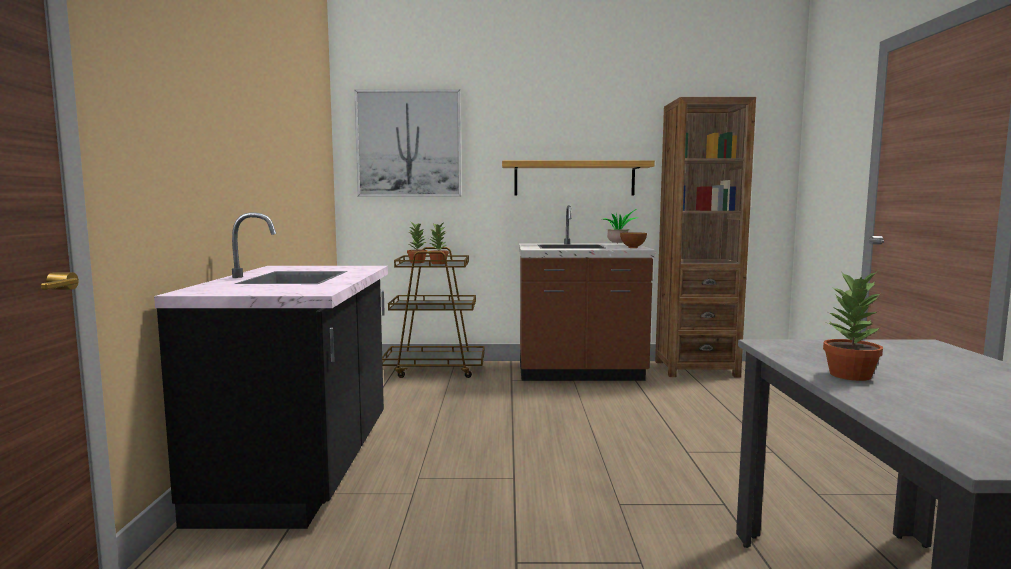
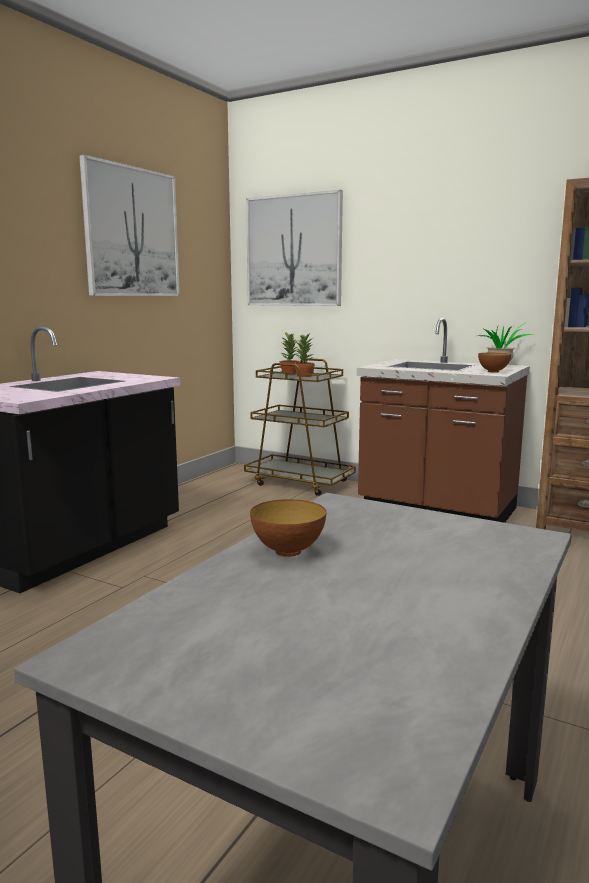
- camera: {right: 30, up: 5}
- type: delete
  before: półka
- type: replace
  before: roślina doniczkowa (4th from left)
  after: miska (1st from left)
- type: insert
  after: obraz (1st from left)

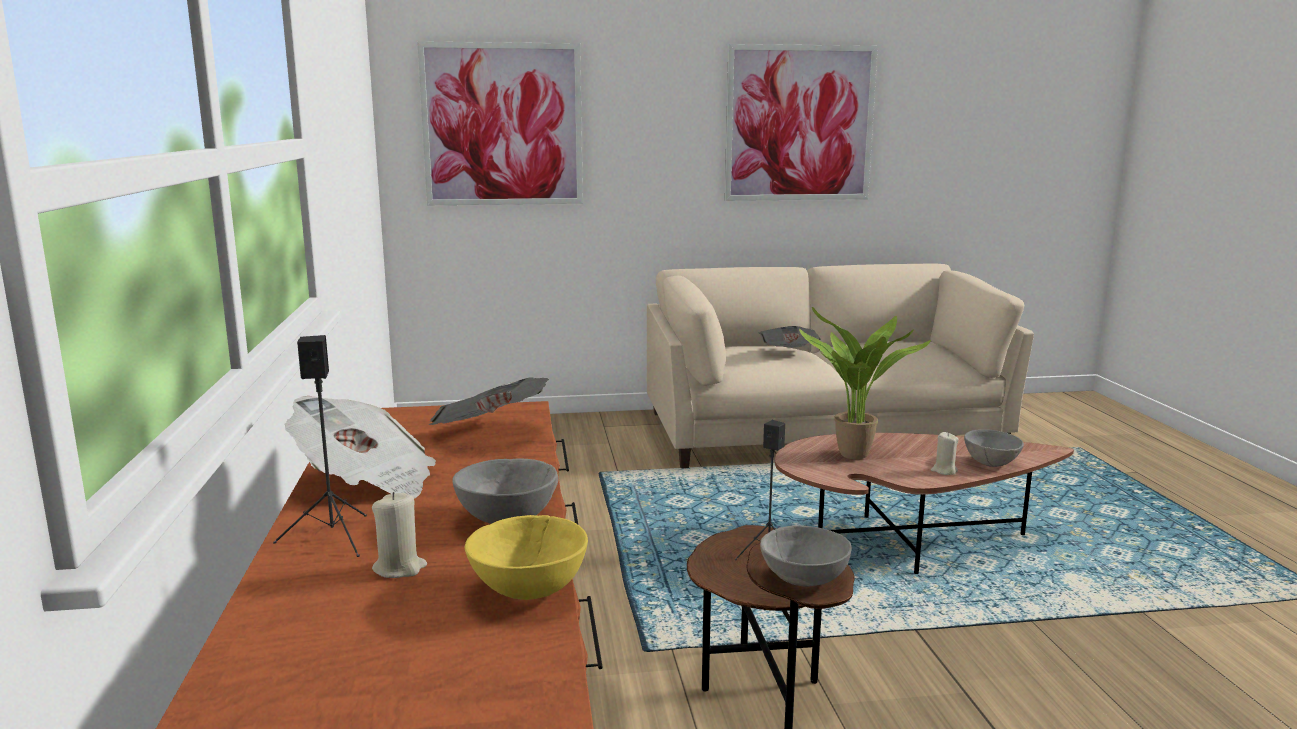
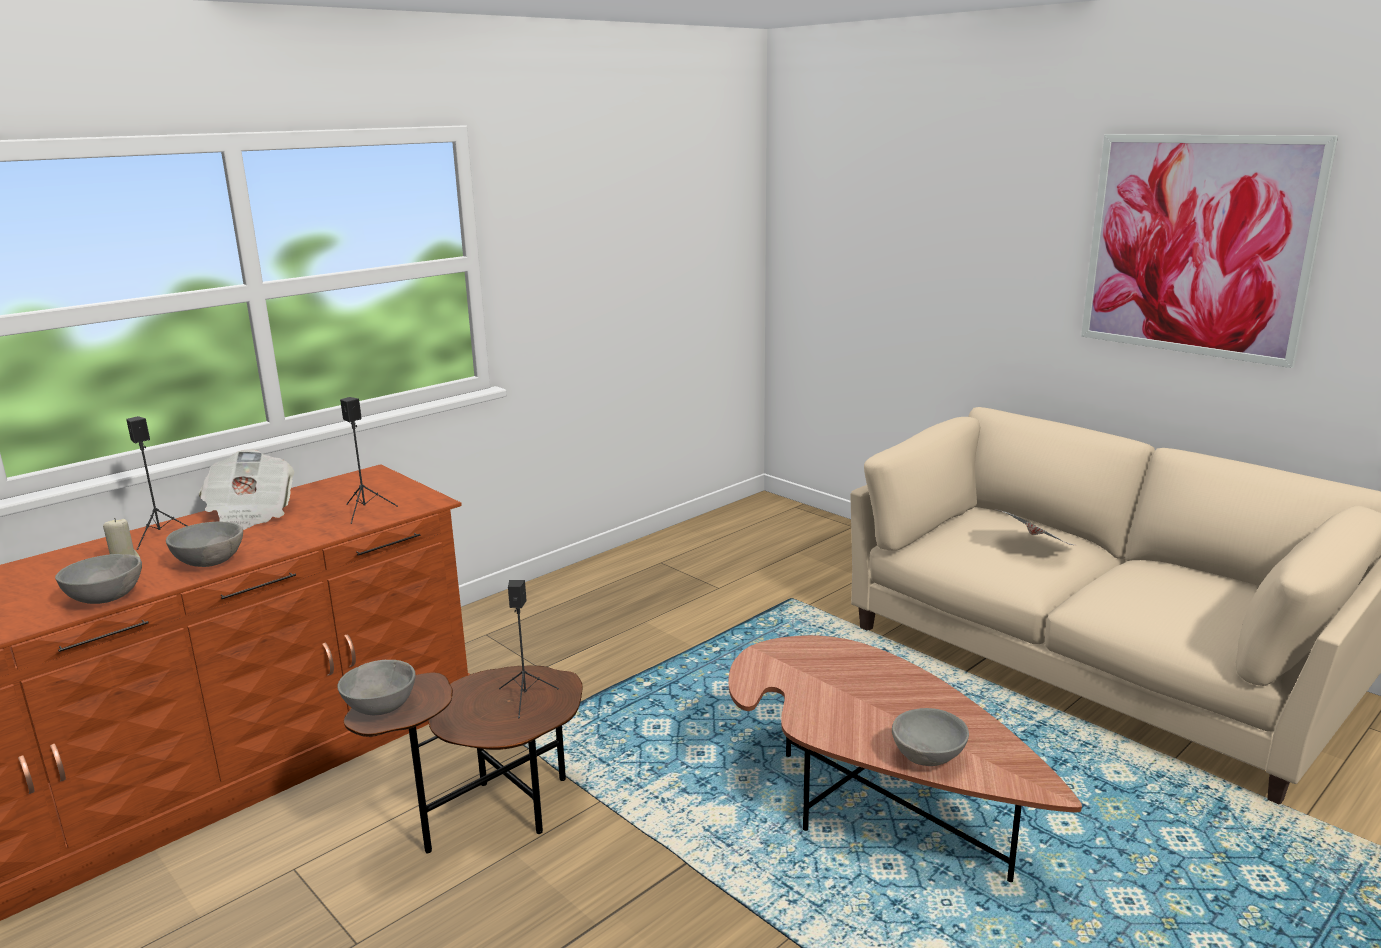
- camera: {right: 55, up: 5}
- type: delete
  before: obraz (1st from left)
- type: replace
  before: gazeta (2nd from left)
  after: głośnik [czarny] (2nd from left)
- type: recolor
  before: miska [żółty]
  after: miska [szary] (1st from left)
- type: delete
  before: roślina doniczkowa
- type: delete
  before: świeca [beżowy] (2nd from left)

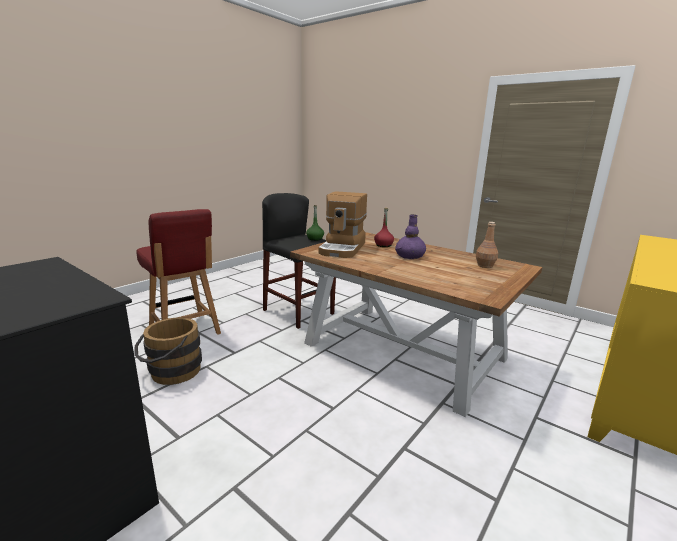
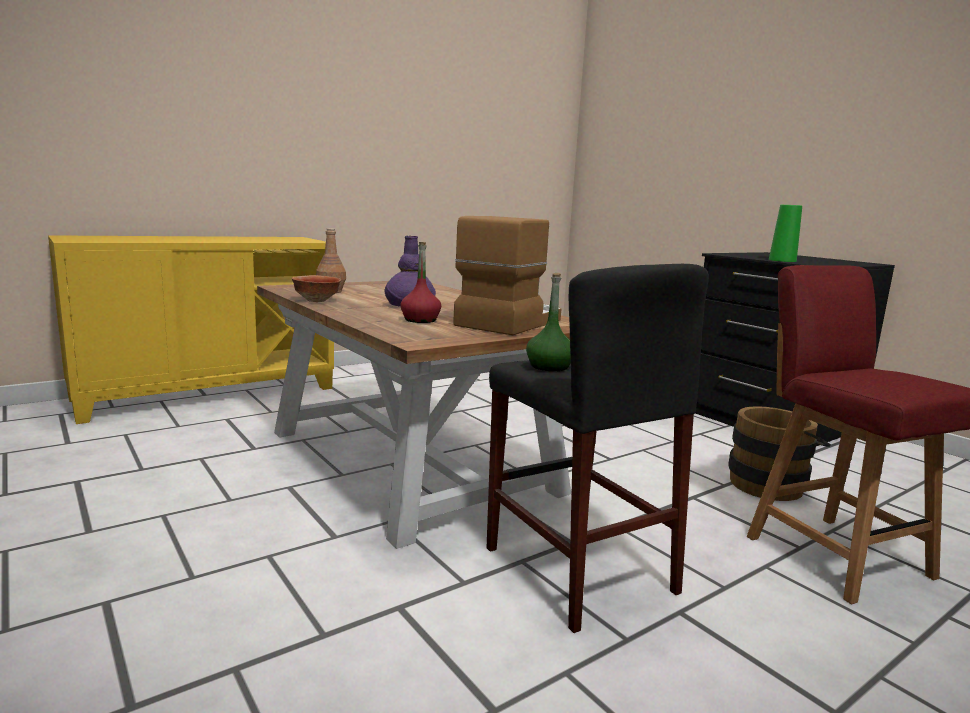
- camera: {right: -165, up: -5}
- type: insert
  after: miska
- type: insert
  after: wazon [zielony]

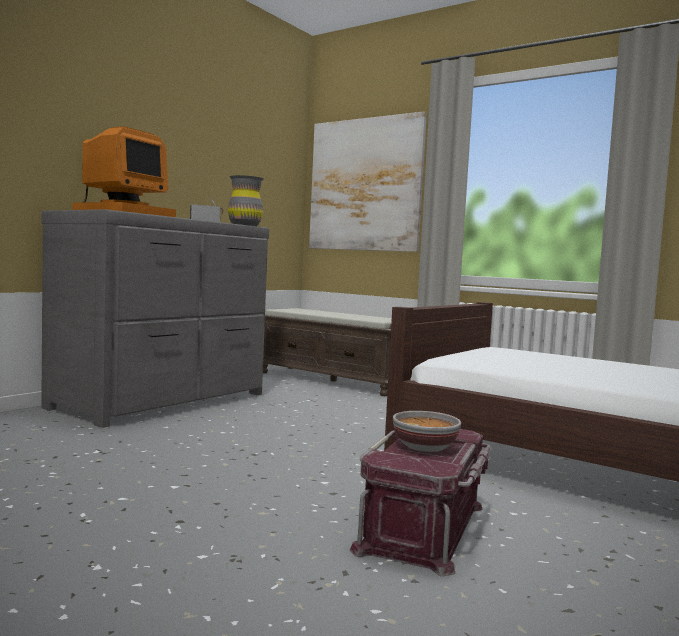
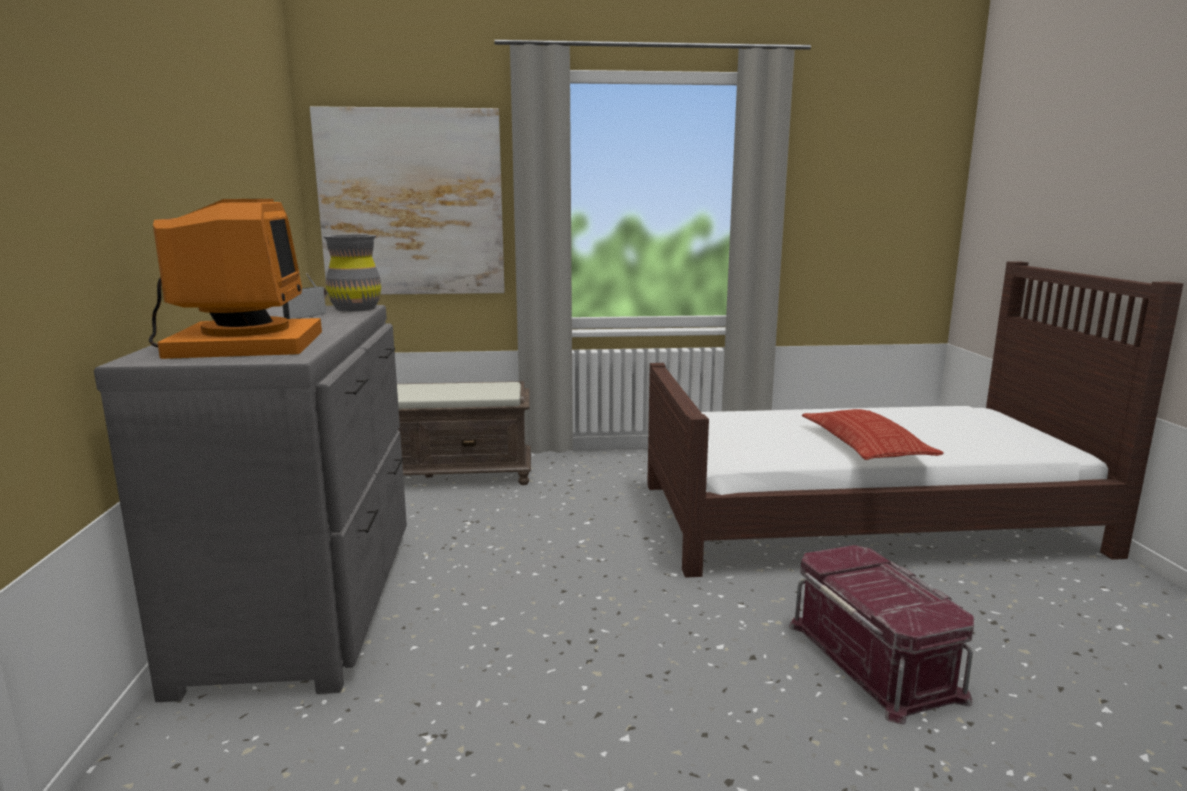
- camera: {right: -40, up: 10}
- type: delete
  before: miska
- type: insert
  after: poduszka

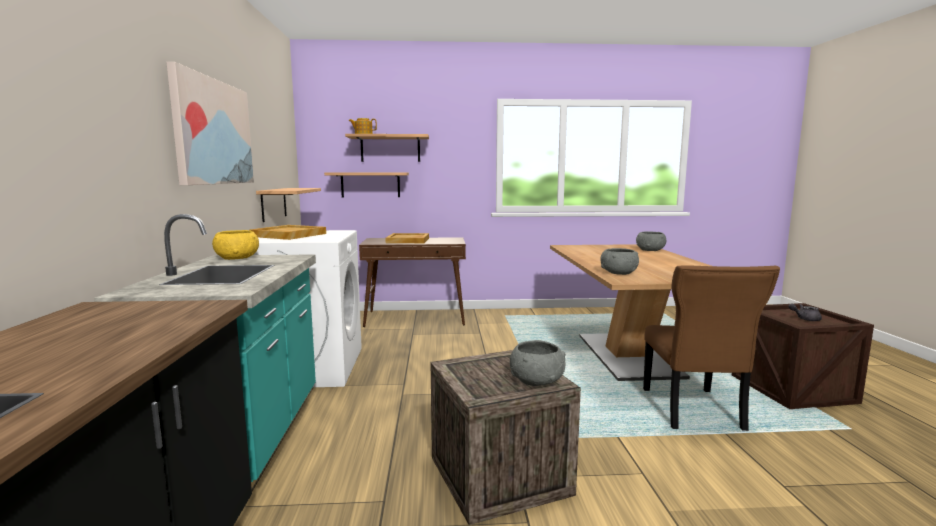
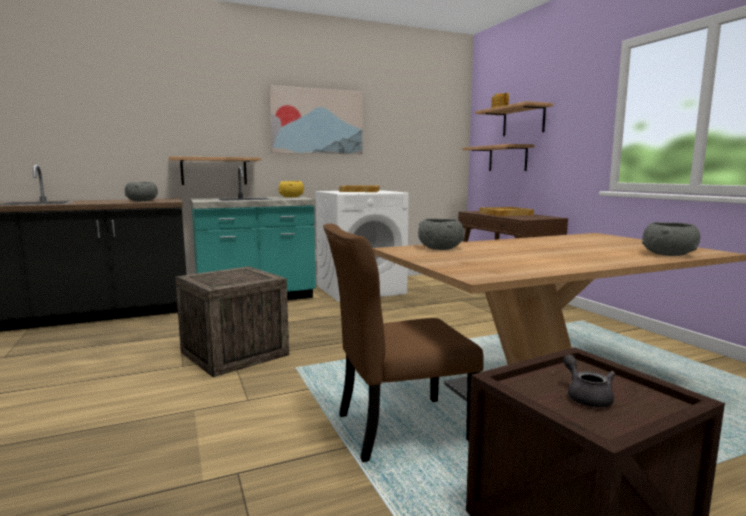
- camera: {right: 70, up: 0}
- type: move
  before: półka (1st from left)
- type: move
  before: miska [szary] (1st from left)

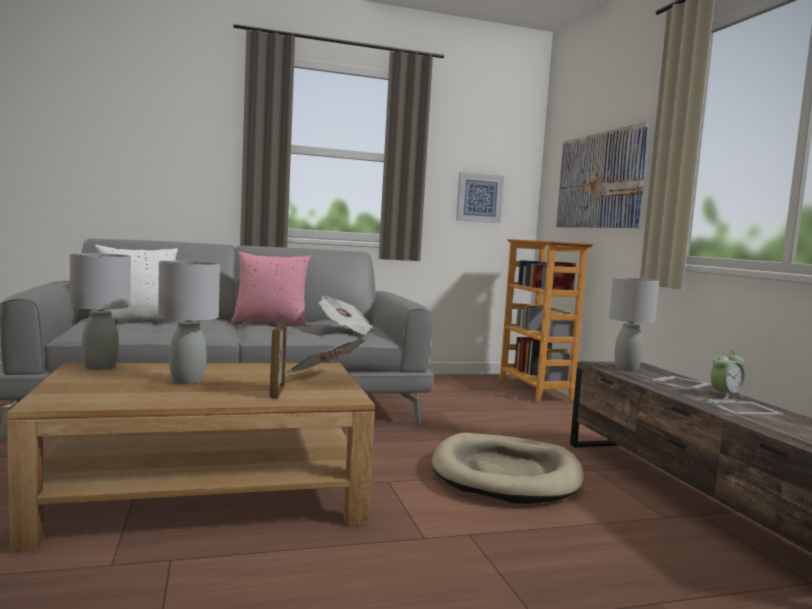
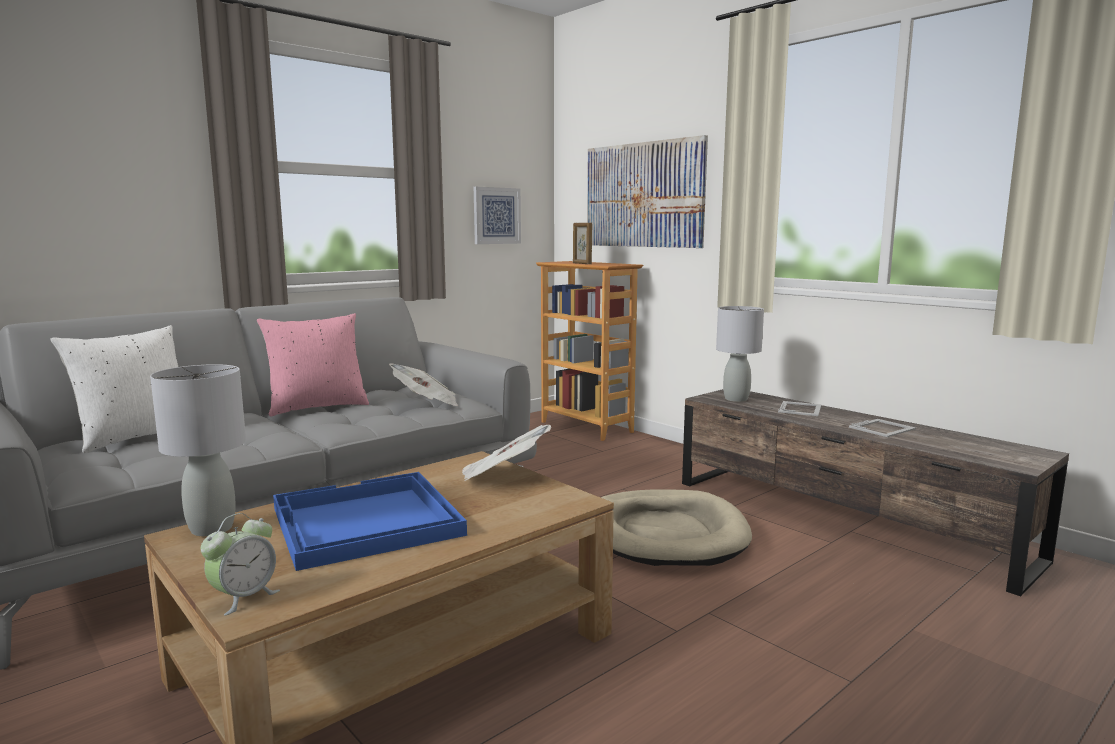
- camera: {right: -25, up: 5}
- type: replace
  before: lampa stołowa [szary] (2nd from left)
  after: taca [niebieski]
- type: move
  before: ramka na zdjęcie (1st from left)
- type: move
  before: budzik

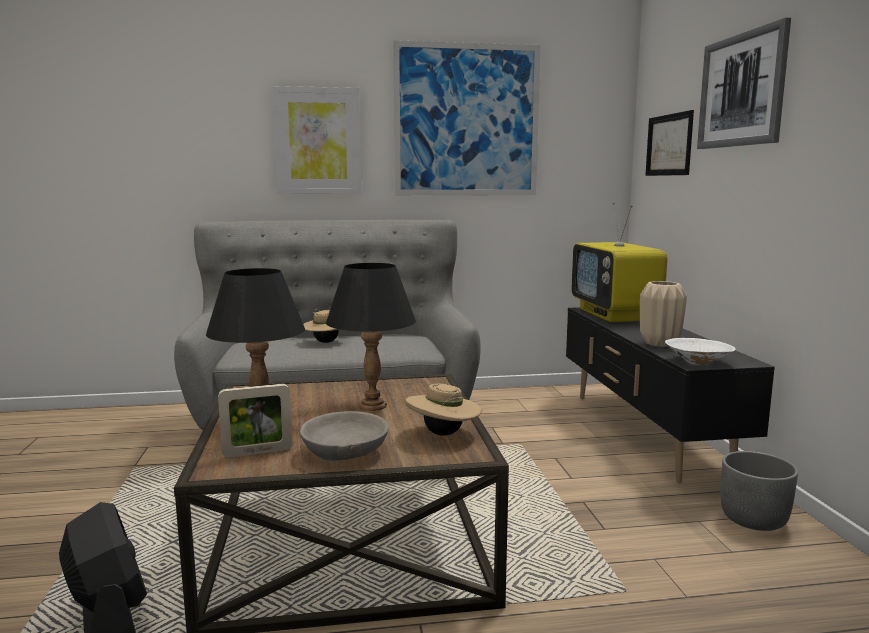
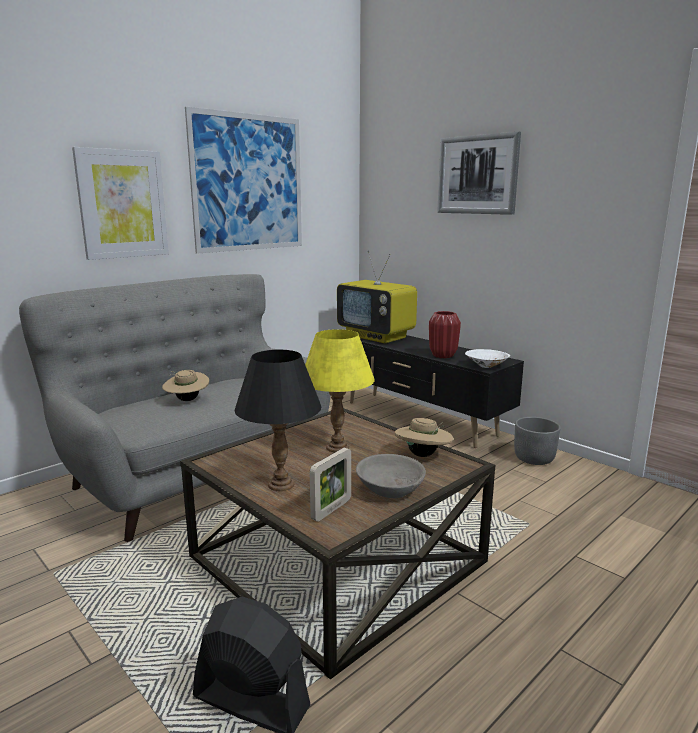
- camera: {right: -35, up: 5}
- type: recolor
  before: lampa stołowa [czarny] (2nd from left)
  after: lampa stołowa [żółty]
- type: recolor
  before: wazon [beżowy]
  after: wazon [czerwony]
- type: delete
  before: obraz (3rd from left)

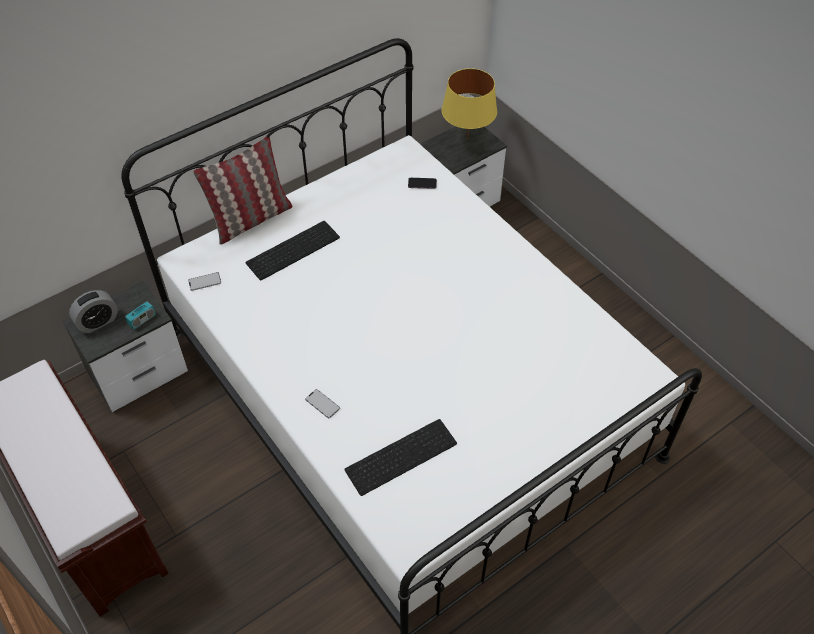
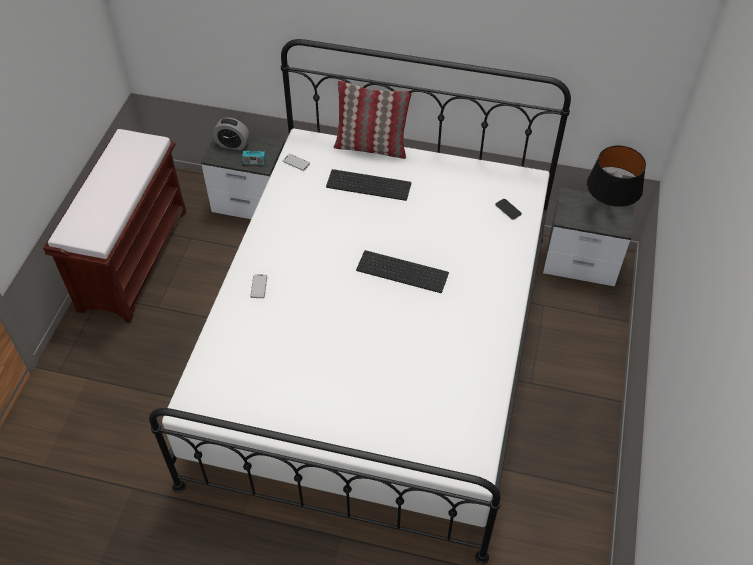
- camera: {right: 50, up: 0}
- type: move
  before: klawiatura (2nd from left)
- type: recolor
  before: lampa stołowa [żółty]
  after: lampa stołowa [czarny]

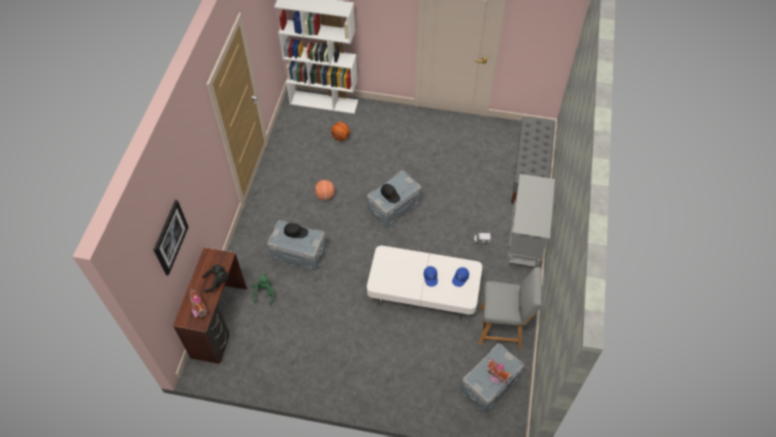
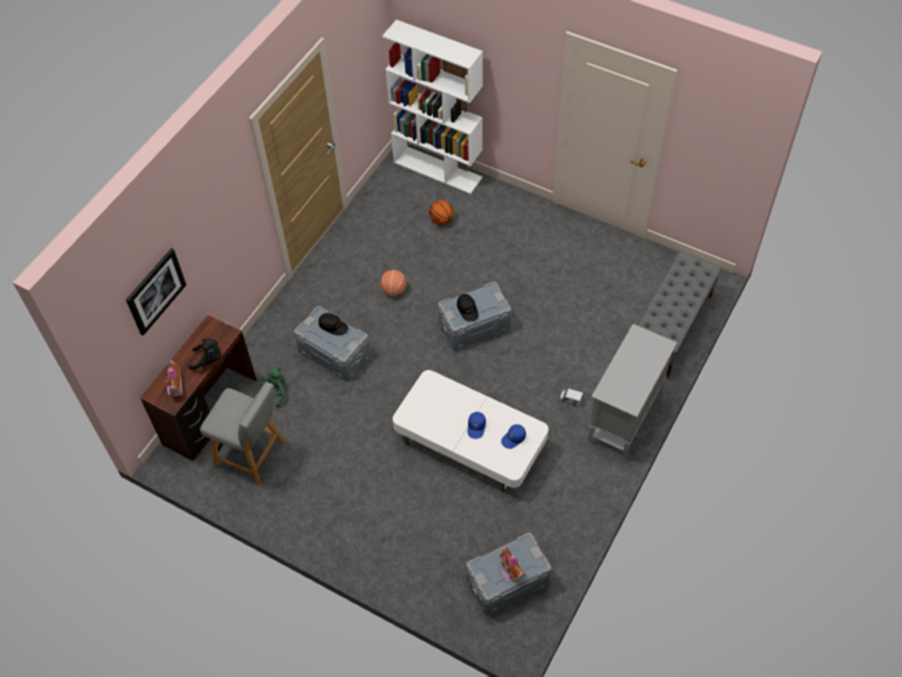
- camera: {right: 20, up: 0}
- type: move
  before: krzesło [szary]

